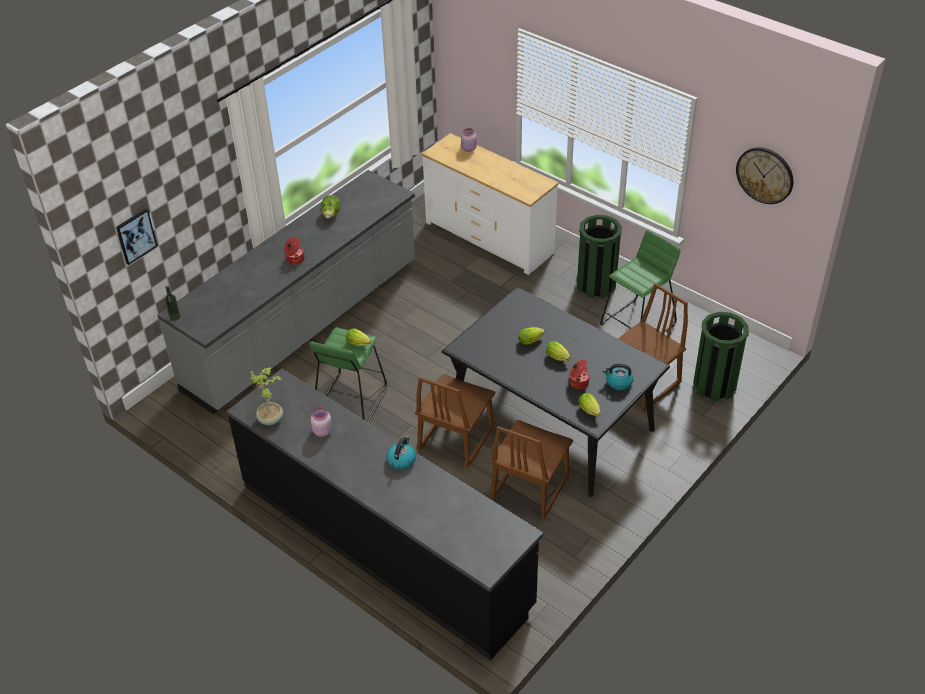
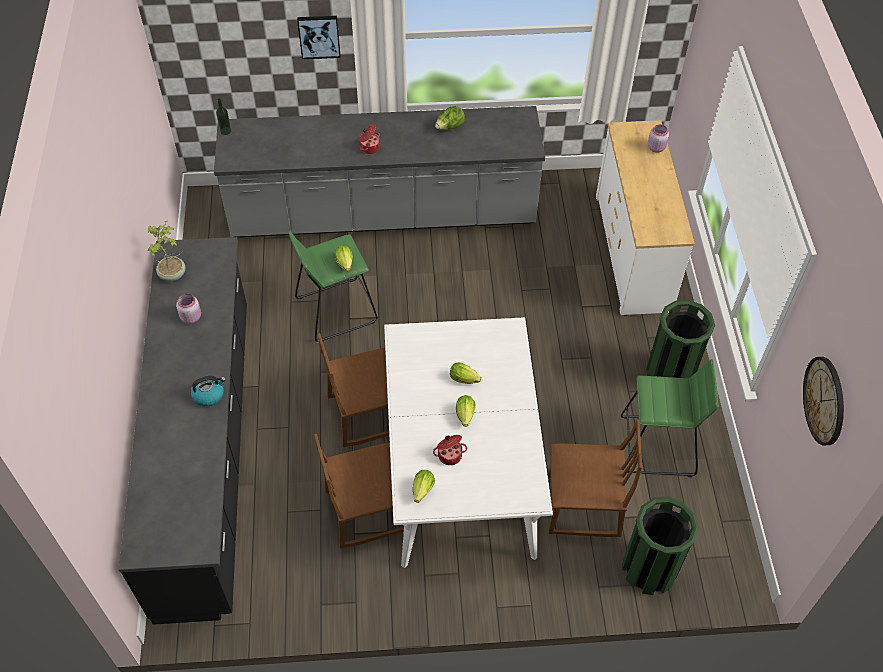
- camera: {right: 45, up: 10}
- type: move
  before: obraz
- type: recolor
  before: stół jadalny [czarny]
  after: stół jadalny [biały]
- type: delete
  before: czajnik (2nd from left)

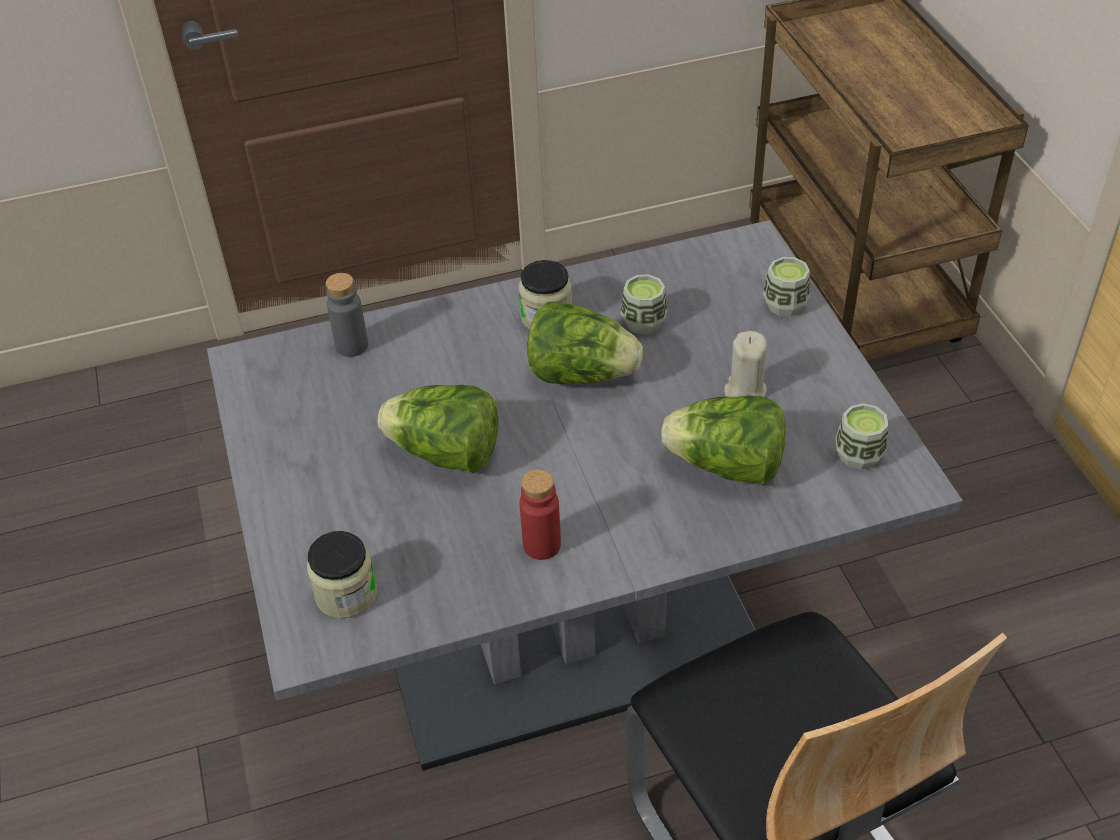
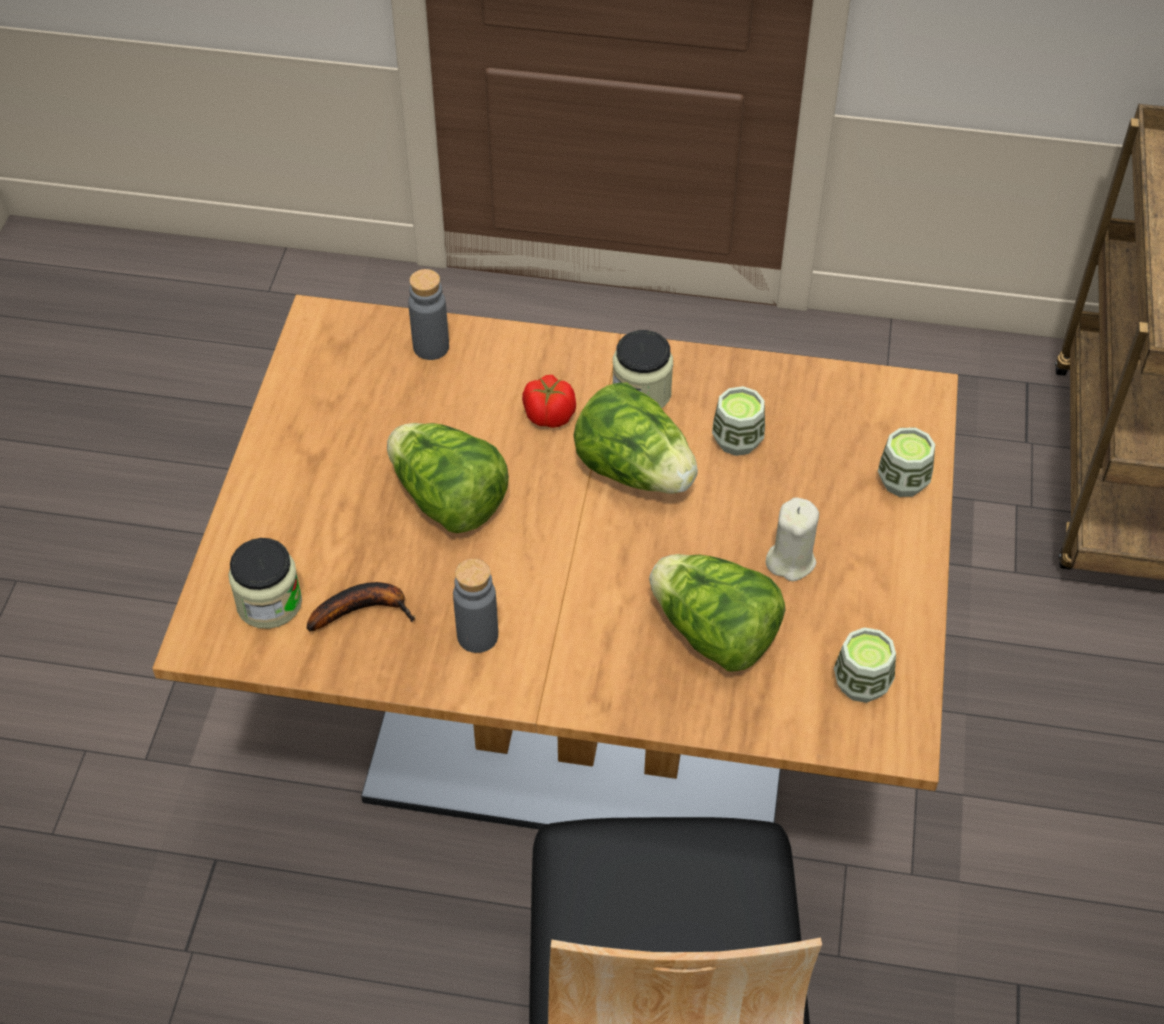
- camera: {right: 25, up: 5}
- type: recolor
  before: stół jadalny [szary]
  after: stół jadalny [brązowy]
- type: recolor
  before: butelka [czerwony]
  after: butelka [szary] (2nd from left)
- type: insert
  after: banan
- type: insert
  after: pomidor

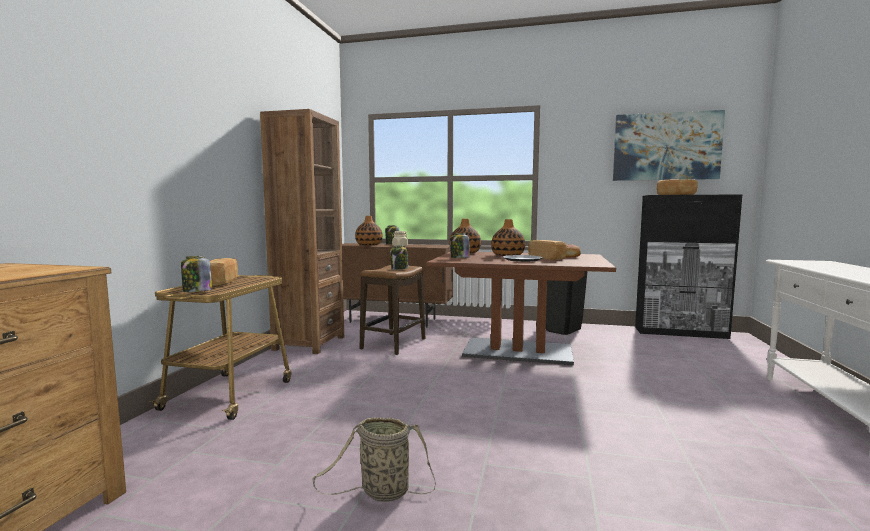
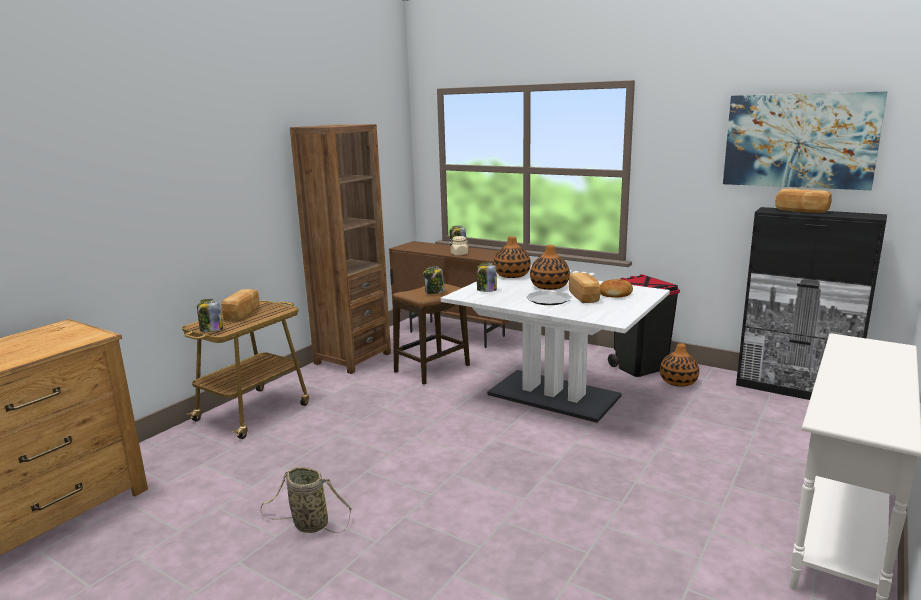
- camera: {right: 20, up: 10}
- type: move
  before: wazon (1st from left in the first image)
  after: wazon (3rd from left)
- type: recolor
  before: stół jadalny [brązowy]
  after: stół jadalny [biały]

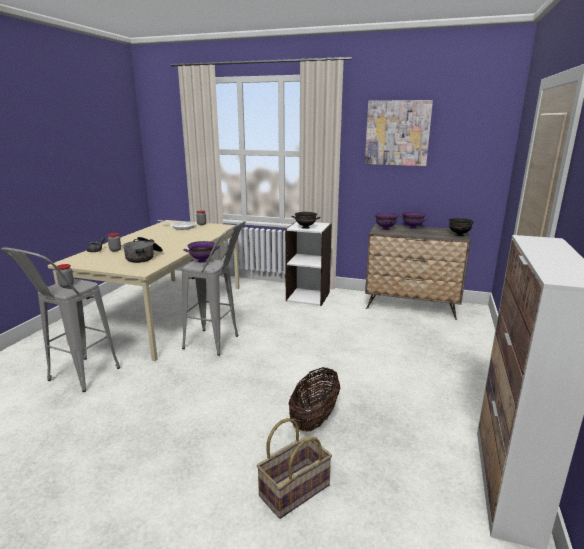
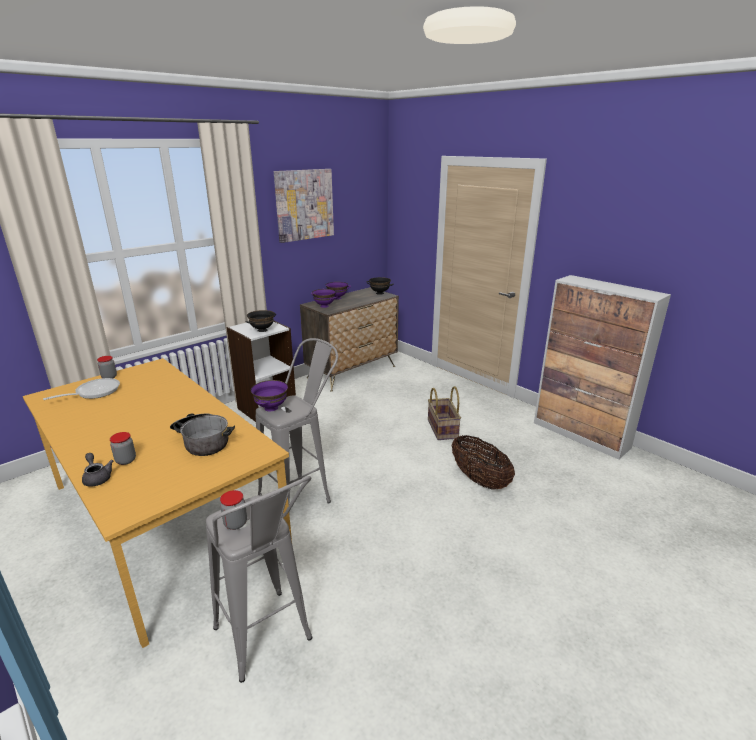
- camera: {right: -60, up: 5}
- type: recolor
  before: stół jadalny [beżowy]
  after: stół jadalny [pomarańczowy]
- type: move
  before: koszyk (1st from left)

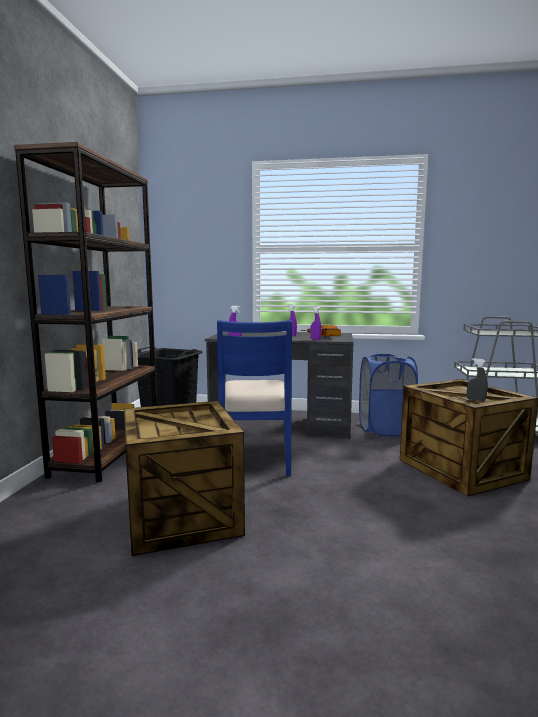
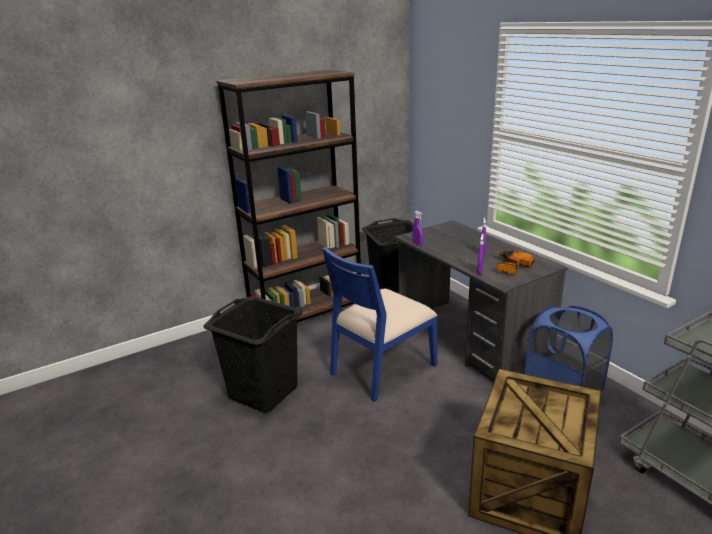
- camera: {right: 50, up: 15}
- type: replace
  before: skrzynka (1st from left)
  after: kosz na pranie [czarny] (1st from left)
- type: delete
  before: spryskiwacz [szary]

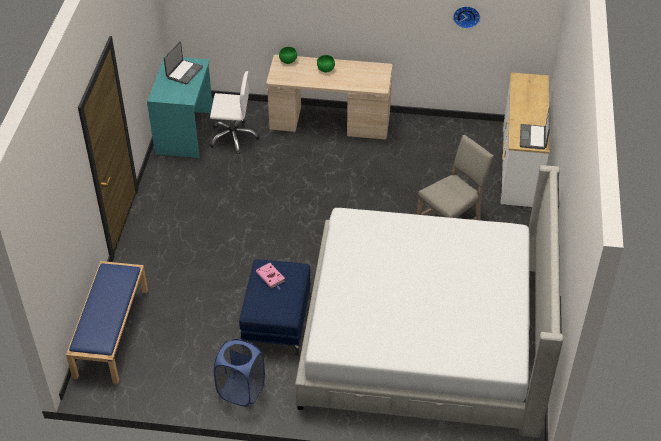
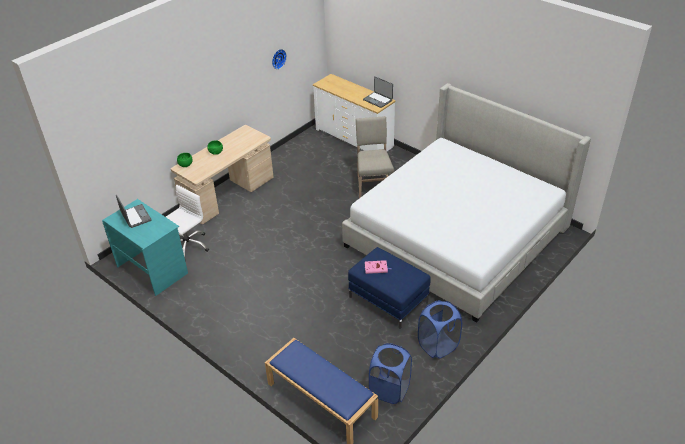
- camera: {right: -55, up: -5}
- type: insert
  after: kosz na pranie [niebieski] (1st from left)

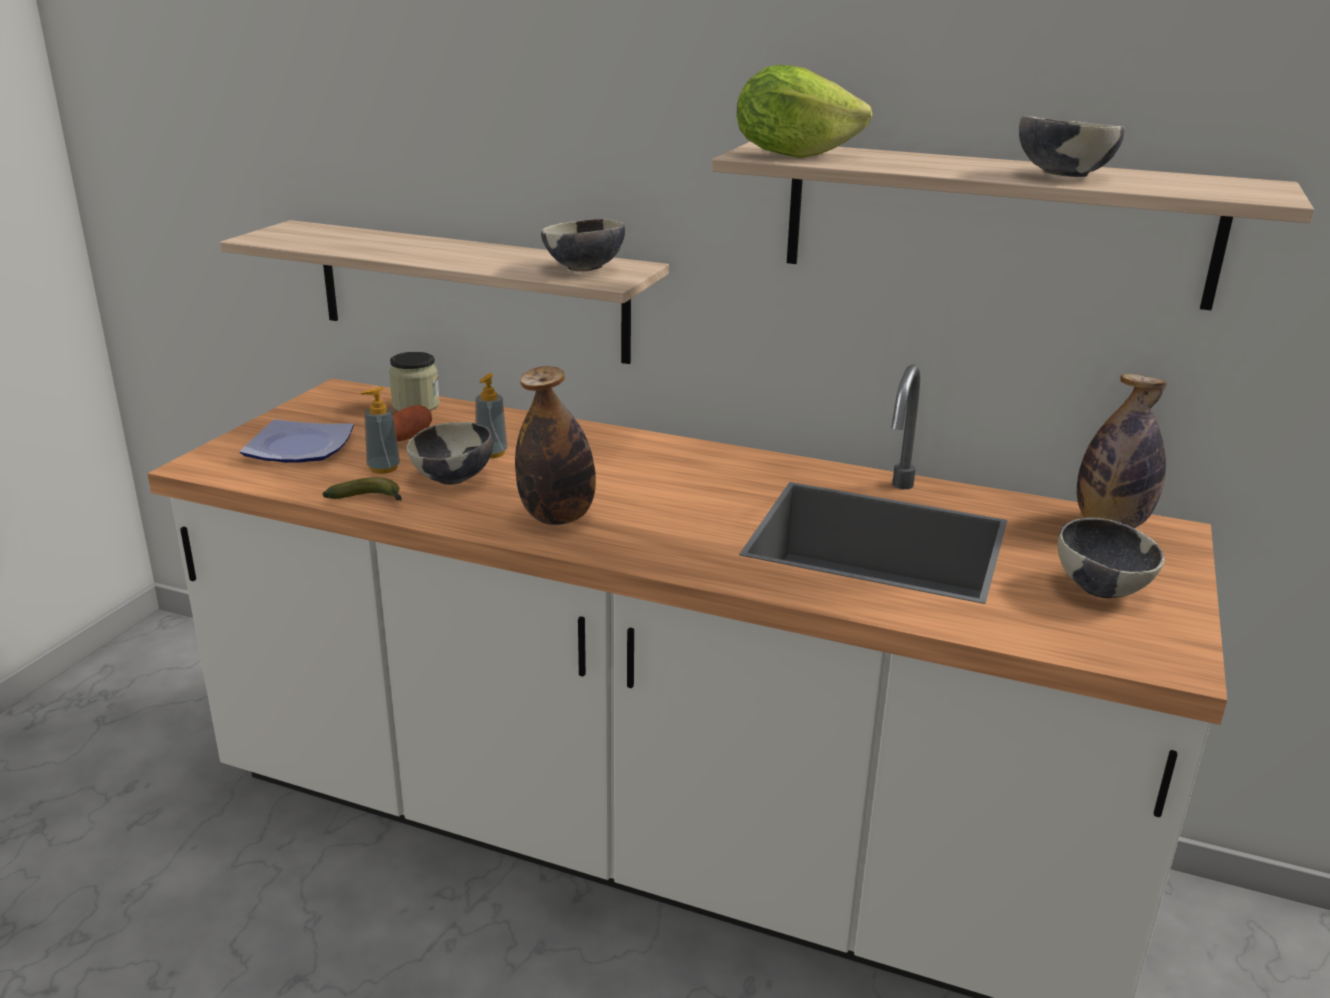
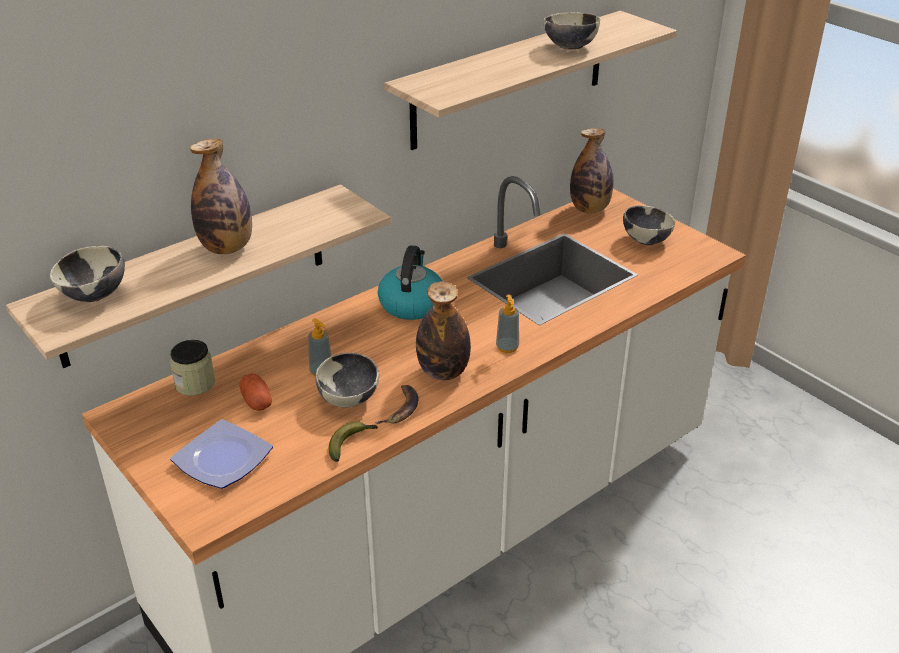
- camera: {right: -60, up: 10}
- type: move
  before: dozownik mydła (1st from left in the first image)
  after: dozownik mydła (2nd from left)
- type: move
  before: miska (2nd from left in the first image)
  after: miska (1st from left)
- type: delete
  before: sałata
- type: insert
  after: butelka (1st from left)
- type: insert
  after: banan (2nd from left)
- type: insert
  after: czajnik

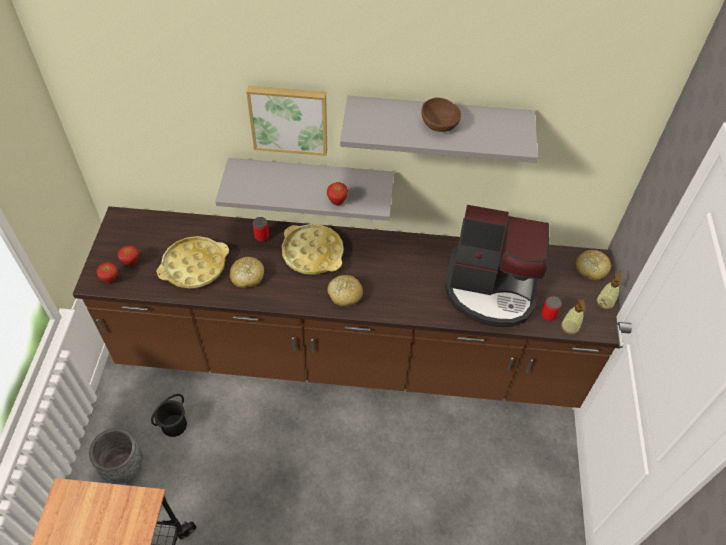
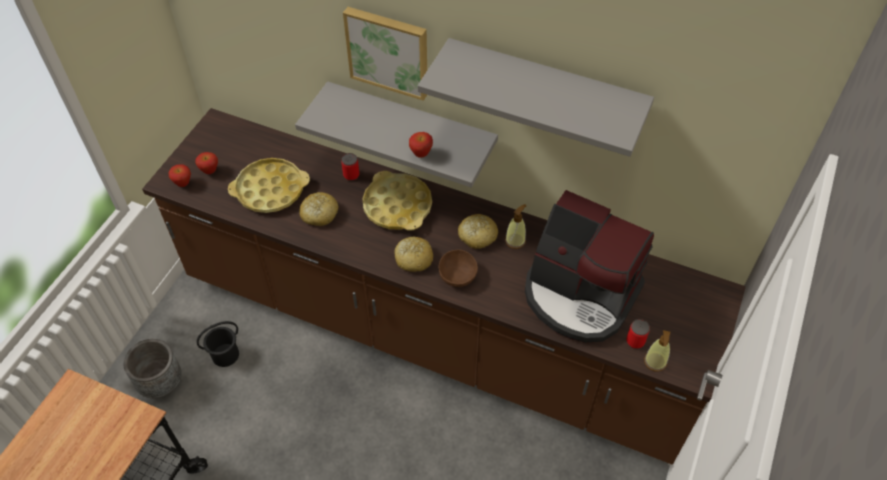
- camera: {right: 20, up: 0}
- type: move
  before: miska [brązowy]
- type: move
  before: chleb (3rd from left)
- type: move
  before: dozownik mydła (2nd from left in the first image)
  after: dozownik mydła (1st from left)

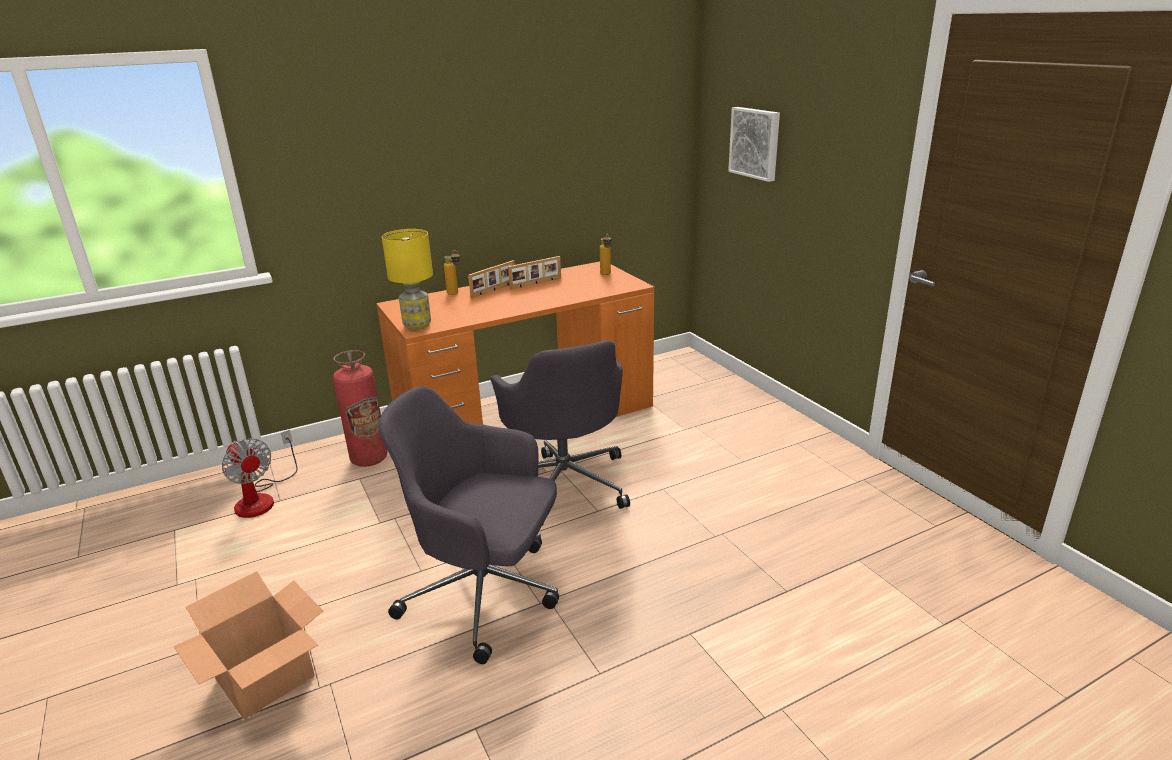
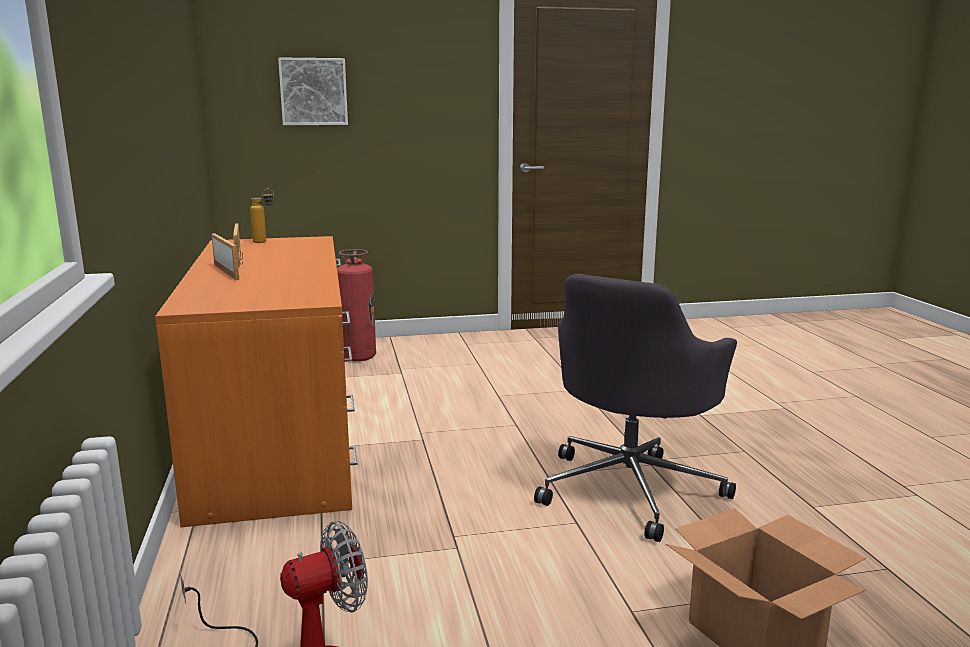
- camera: {right: -75, up: -10}
- type: move
  before: gaśnica
- type: delete
  before: lampa stołowa [żółty]
- type: delete
  before: butelka (1st from left)
- type: delete
  before: krzesło biurowe [szary] (2nd from left)

